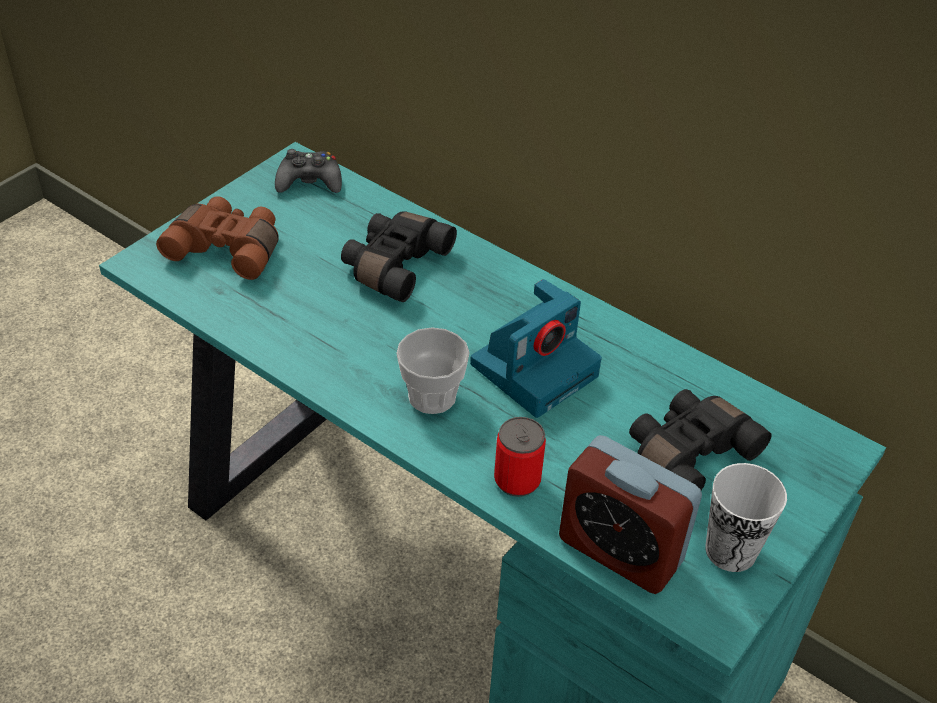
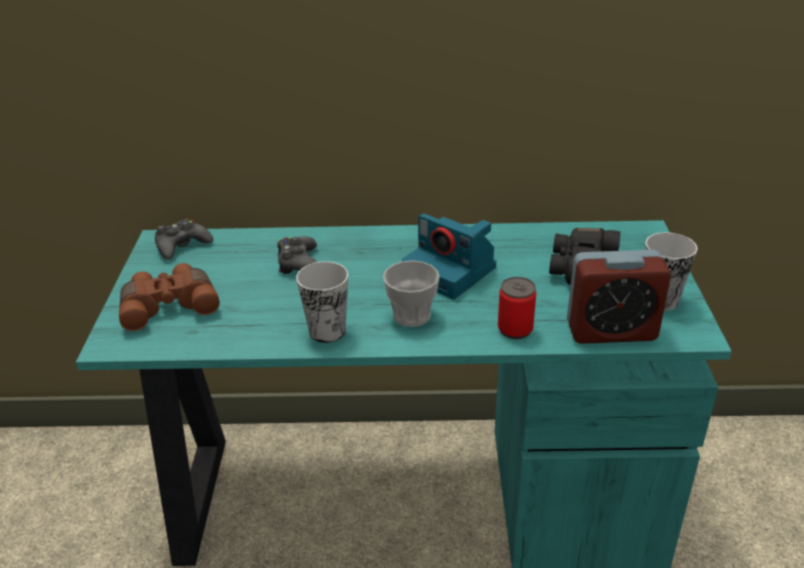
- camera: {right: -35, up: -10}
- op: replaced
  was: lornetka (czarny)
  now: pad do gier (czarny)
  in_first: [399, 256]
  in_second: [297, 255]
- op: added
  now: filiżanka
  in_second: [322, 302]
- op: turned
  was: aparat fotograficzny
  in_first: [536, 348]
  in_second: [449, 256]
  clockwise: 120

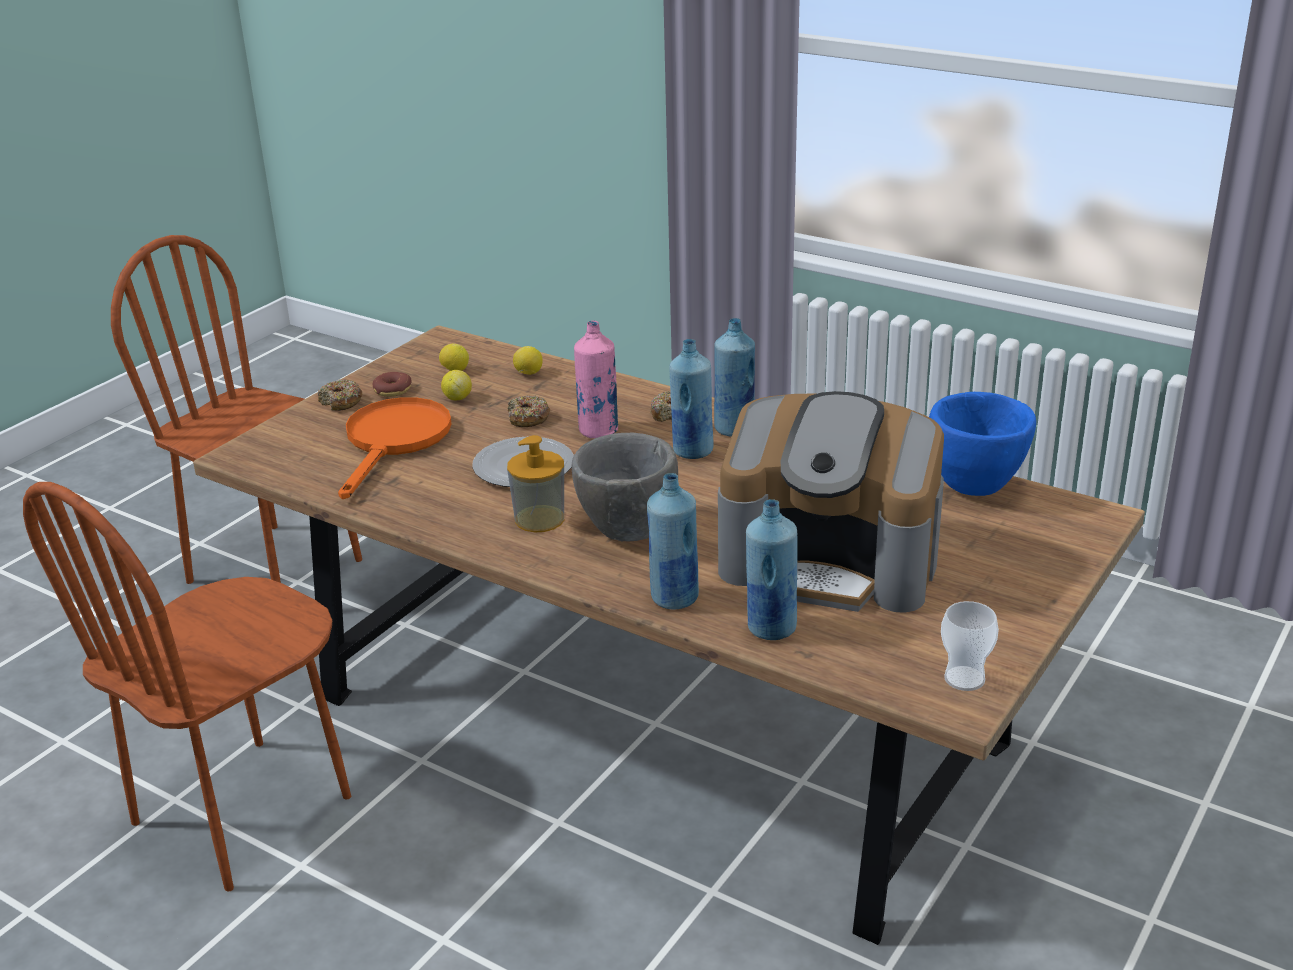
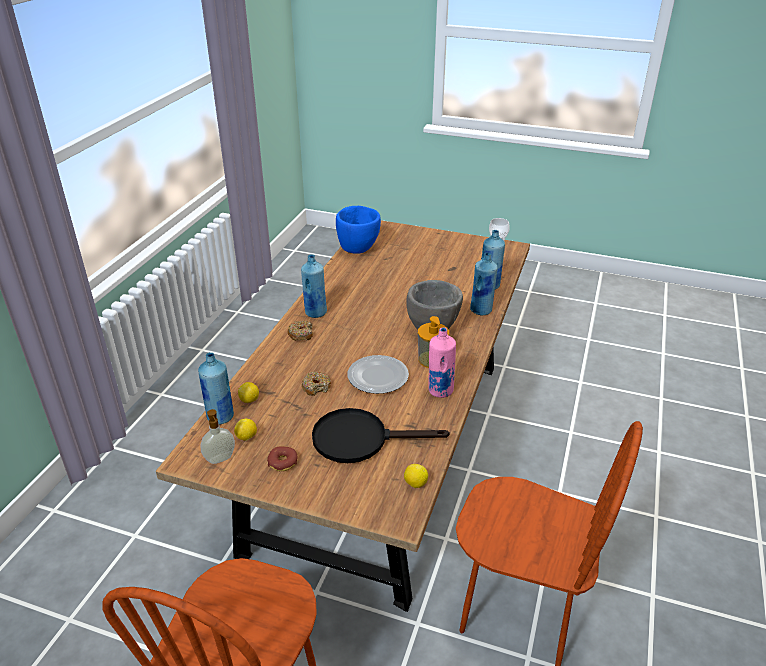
- camera: {right: -105, up: 5}
- op: moved
  was: butelka (niebieski)
  in_first: [691, 399]
  in_second: [216, 388]
- op: added
  now: dozownik mydła
  in_second: [217, 436]
- op: recoloured
  was: patelnia (pomarańczowy)
  now: patelnia (czarny)
  in_first: [395, 448]
  in_second: [381, 435]
- op: moved
  was: cytryna
  in_first: [456, 385]
  in_second: [416, 476]
- op: moved
  was: butelka (różowy)
  in_first: [596, 379]
  in_second: [442, 362]
- op: removed
  was: donut
  in_first: [340, 395]
- op: removed
  was: ekspres do kawy
  in_first: [831, 502]

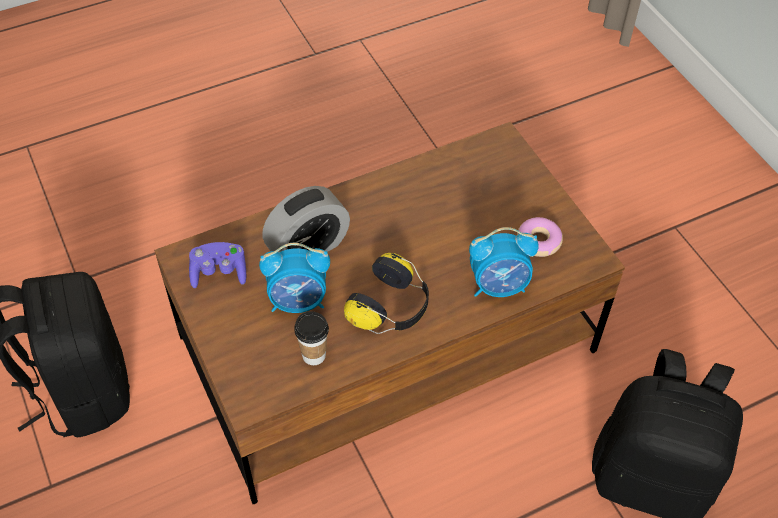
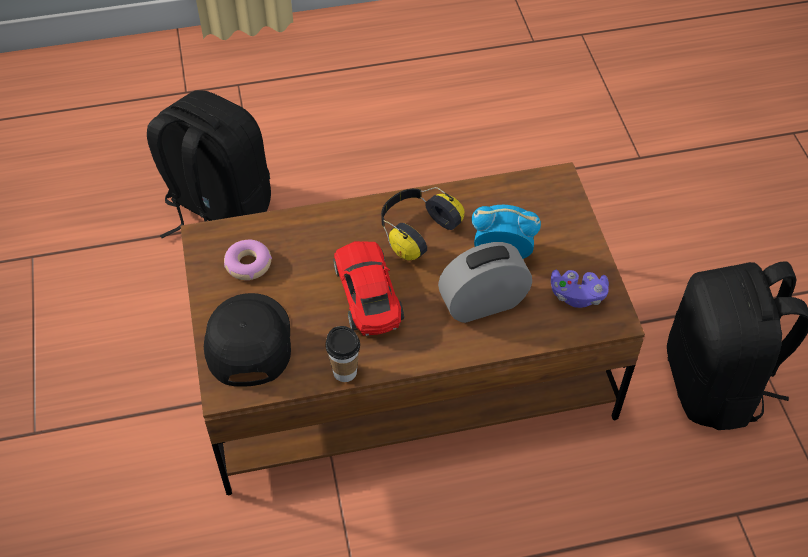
- camera: {right: -165, up: 0}
- op: added
  now: czapka z daszkiem (czarny)
  in_second: [247, 340]
- op: moved
  was: filiżanka
  in_first: [311, 338]
  in_second: [342, 354]
- op: added
  now: samochodzik (czerwony)
  in_second: [368, 288]
- op: removed
  was: budzik
  in_first: [504, 262]

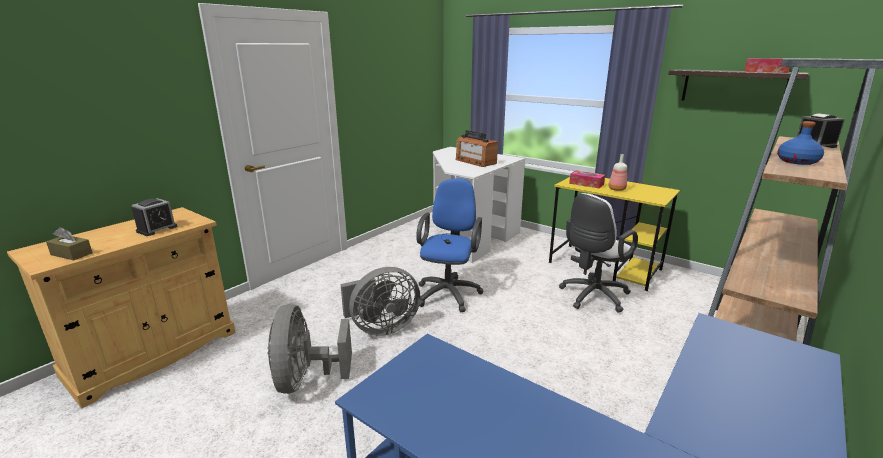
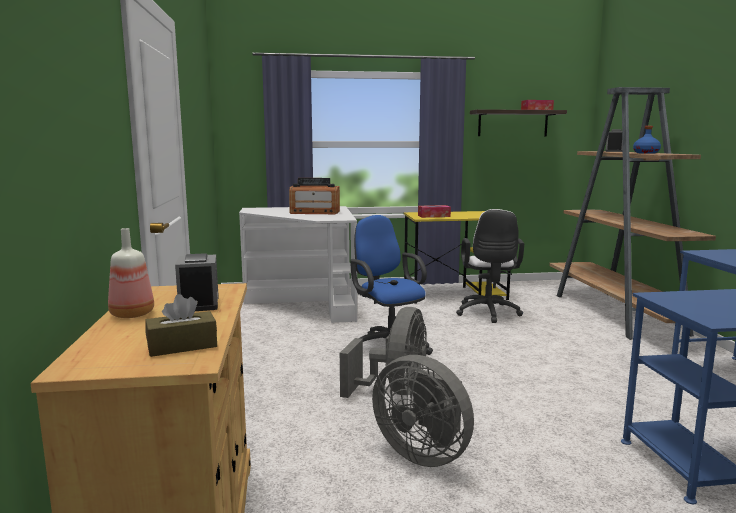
- camera: {right: -45, up: -10}
- op: moved
  was: butelka
  in_first: [617, 172]
  in_second: [131, 273]

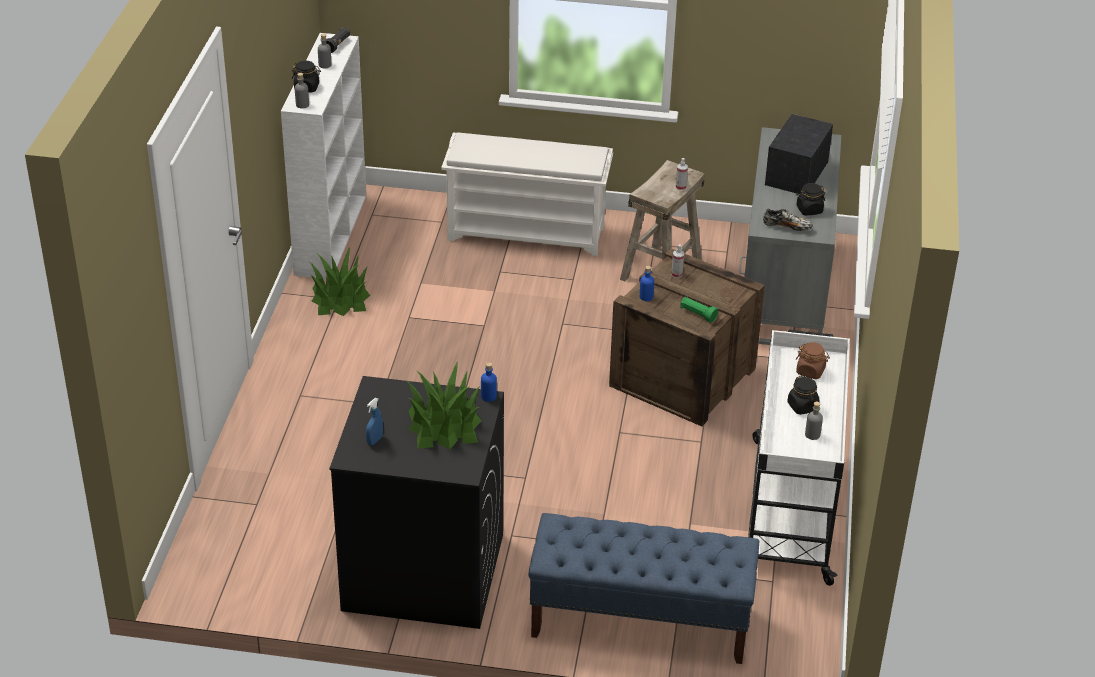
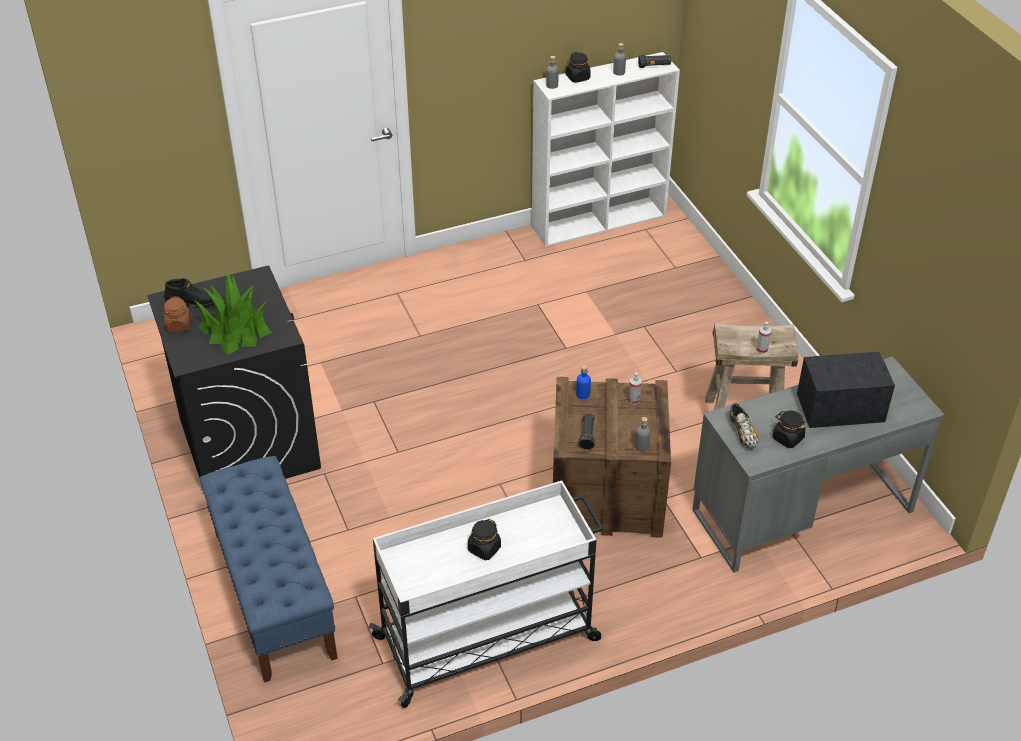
- camera: {right: 60, up: 5}
- op: replaced
  was: spryskiwacz (niebieski)
  now: but z cholewką (czarny)
  in_first: [374, 421]
  in_second: [189, 293]
- op: moved
  was: słoik (brązowy)
  in_first: [813, 360]
  in_second: [177, 314]
- op: recoloured
  was: latarka (zielony)
  now: latarka (czarny)
  in_first: [699, 310]
  in_second: [586, 431]
- op: moved
  was: butelka (szary)
  in_first: [814, 420]
  in_second: [643, 434]
- op: removed
  was: roślina doniczkowa
  in_first: [340, 281]
- op: removed
  was: regał na buty (biały)
  in_first: [527, 194]
- op: removed
  was: butelka (niebieski)
  in_first: [489, 382]

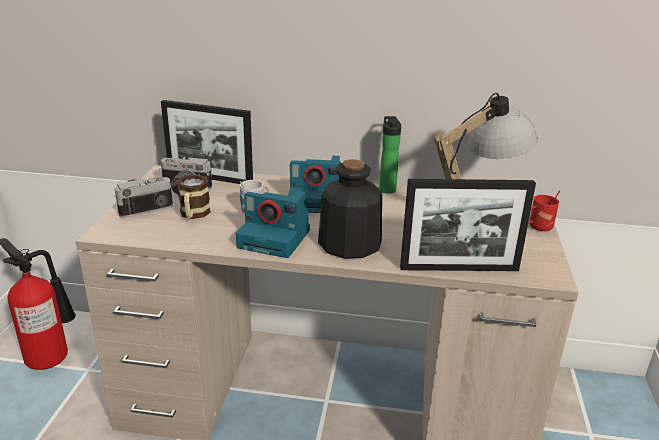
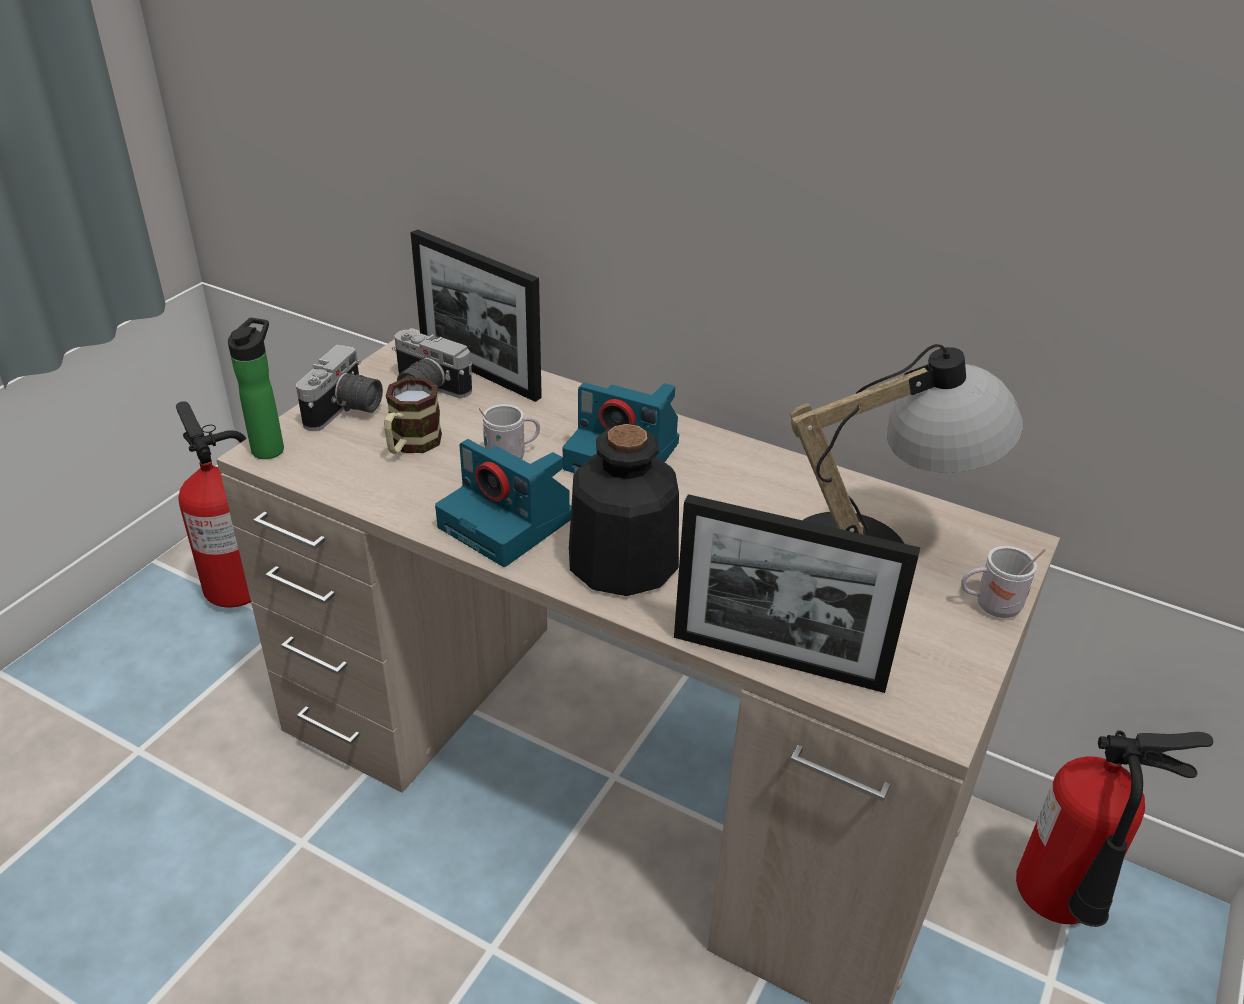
- camera: {right: 20, up: 10}
- op: moved
  was: butelka
  in_first: [390, 155]
  in_second: [256, 388]
- op: turned
  was: aparat fotograficzny
  in_first: [143, 197]
  in_second: [339, 388]
  clockwise: 120
- op: recoloured
  was: kubek (czerwony)
  now: kubek (biały)
  in_first: [544, 210]
  in_second: [1003, 582]
- op: added
  now: gaśnica
  in_second: [1114, 828]

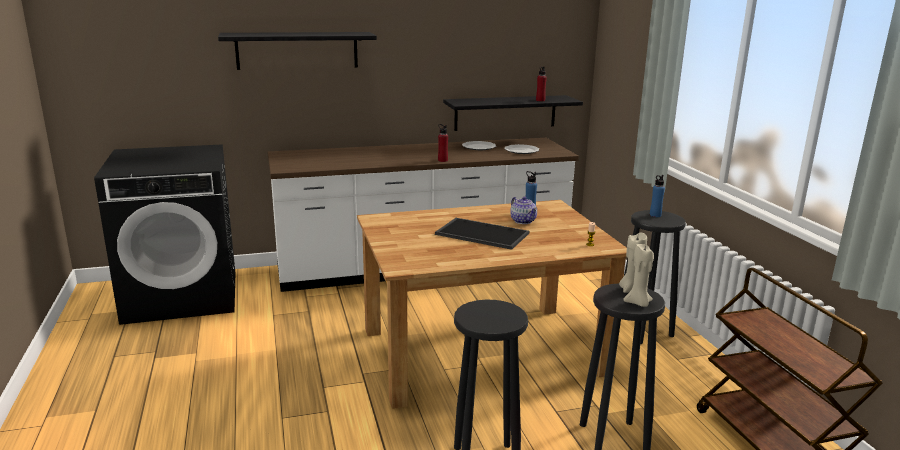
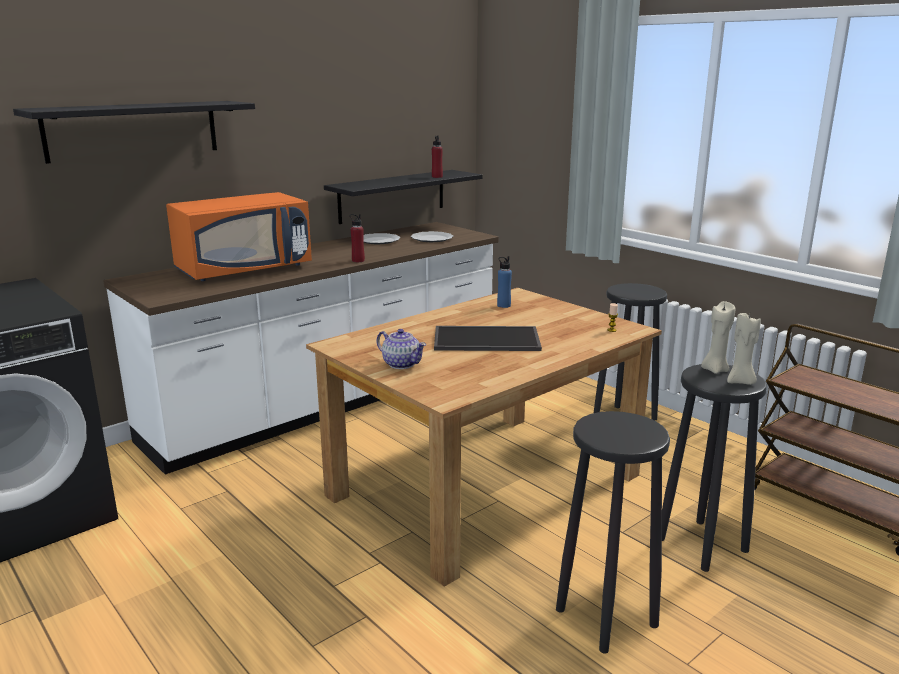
- camera: {right: -25, up: 0}
- op: added
  now: mikrofalówka (pomarańczowy)
  in_second: [239, 236]
- op: moved
  was: imbryk
  in_first: [523, 210]
  in_second: [401, 349]
- op: removed
  was: butelka (niebieski)
  in_first: [657, 196]

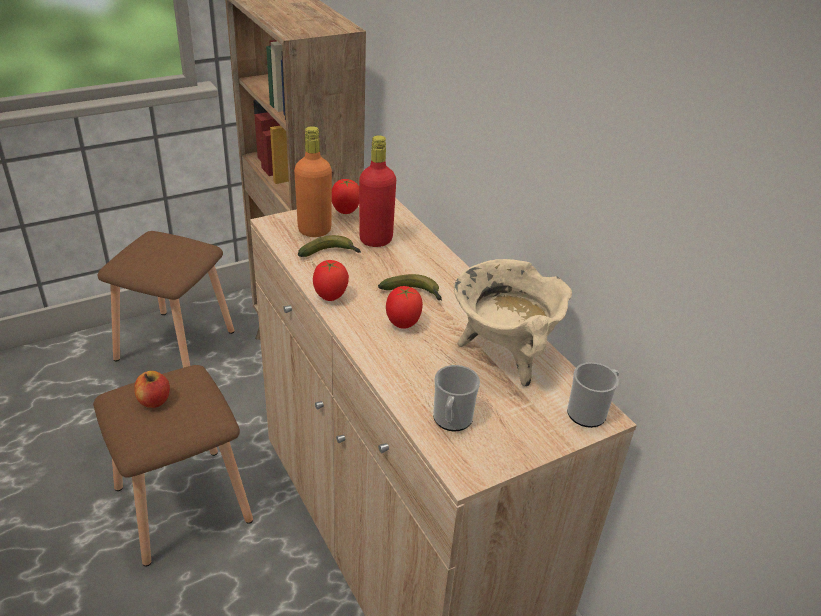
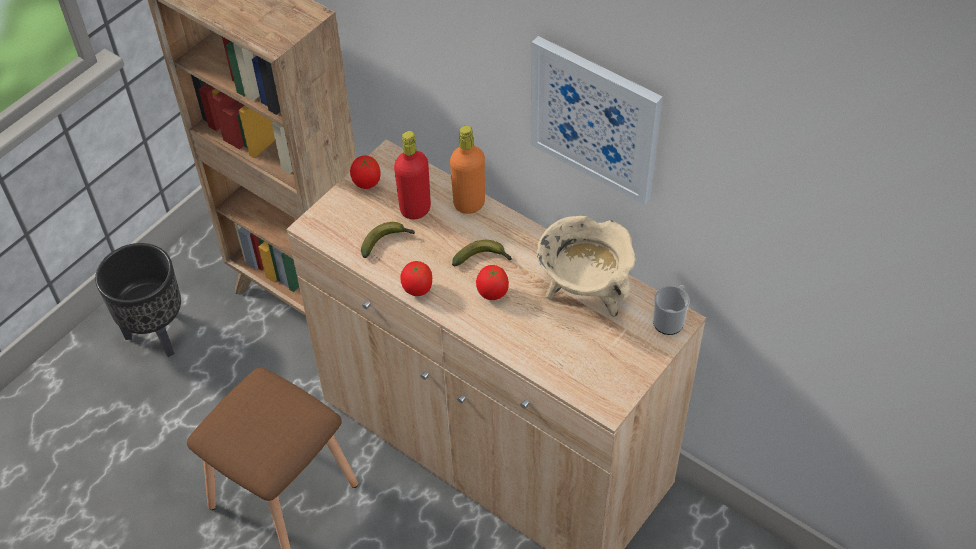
- camera: {right: -20, up: 15}
- op: replaced
  was: stołek (brązowy)
  now: donica (czarny)
  in_first: [165, 299]
  in_second: [138, 300]
- op: moved
  was: butelka (pomarańczowy)
  in_first: [313, 181]
  in_second: [467, 169]
- op: added
  now: obraz
  in_second: [597, 120]
- op: removed
  was: jabłko
  in_first: [152, 389]
- op: removed
  was: kubek
  in_first: [456, 398]

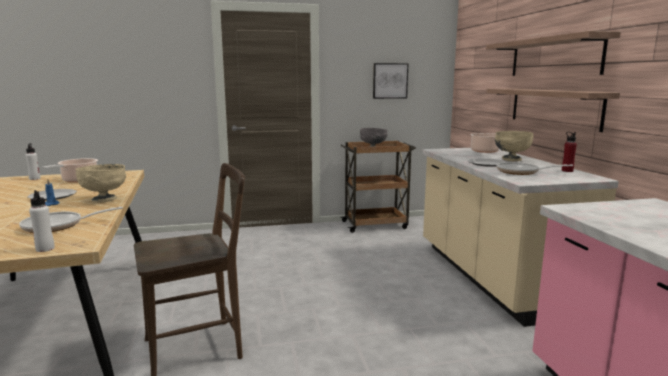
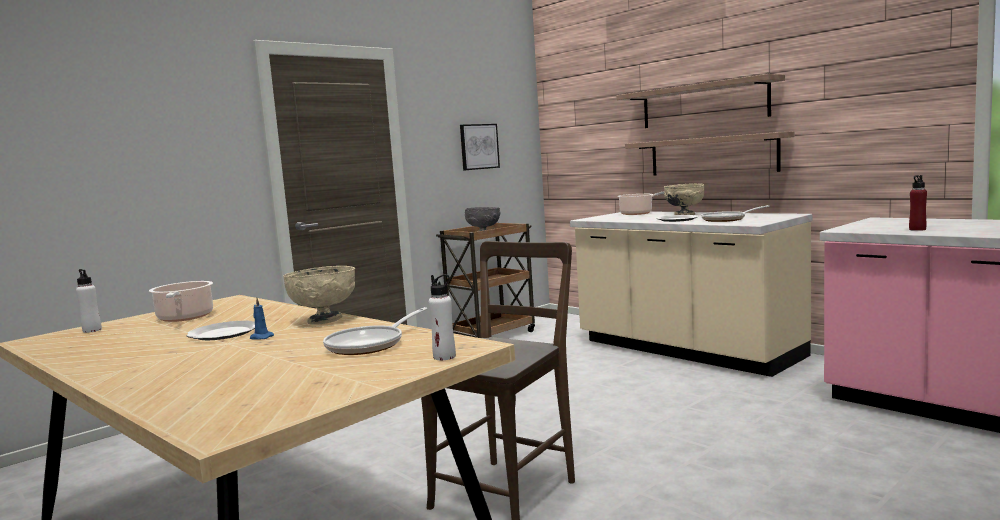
- camera: {right: -30, up: -5}
- op: moved
  was: butelka (czerwony)
  in_first: [569, 152]
  in_second: [918, 203]

